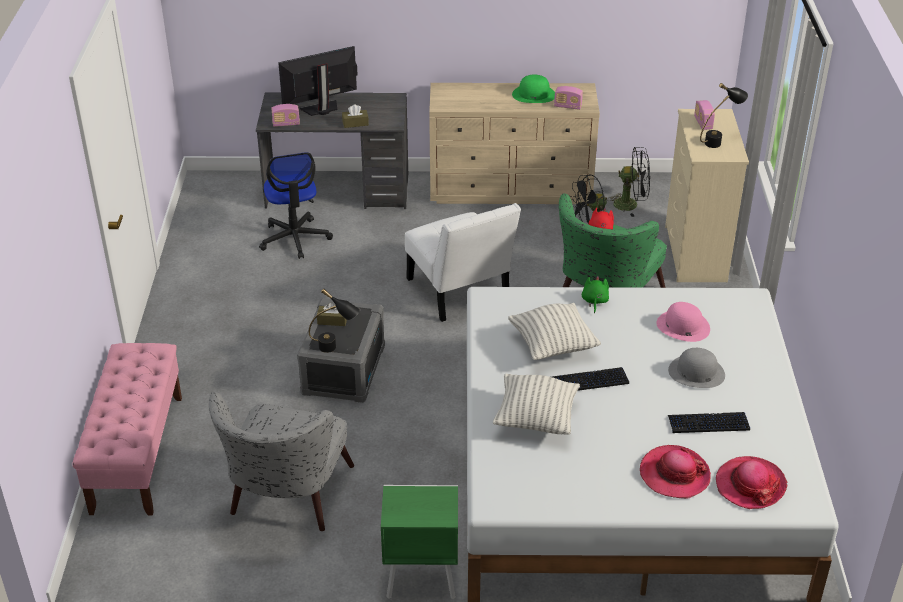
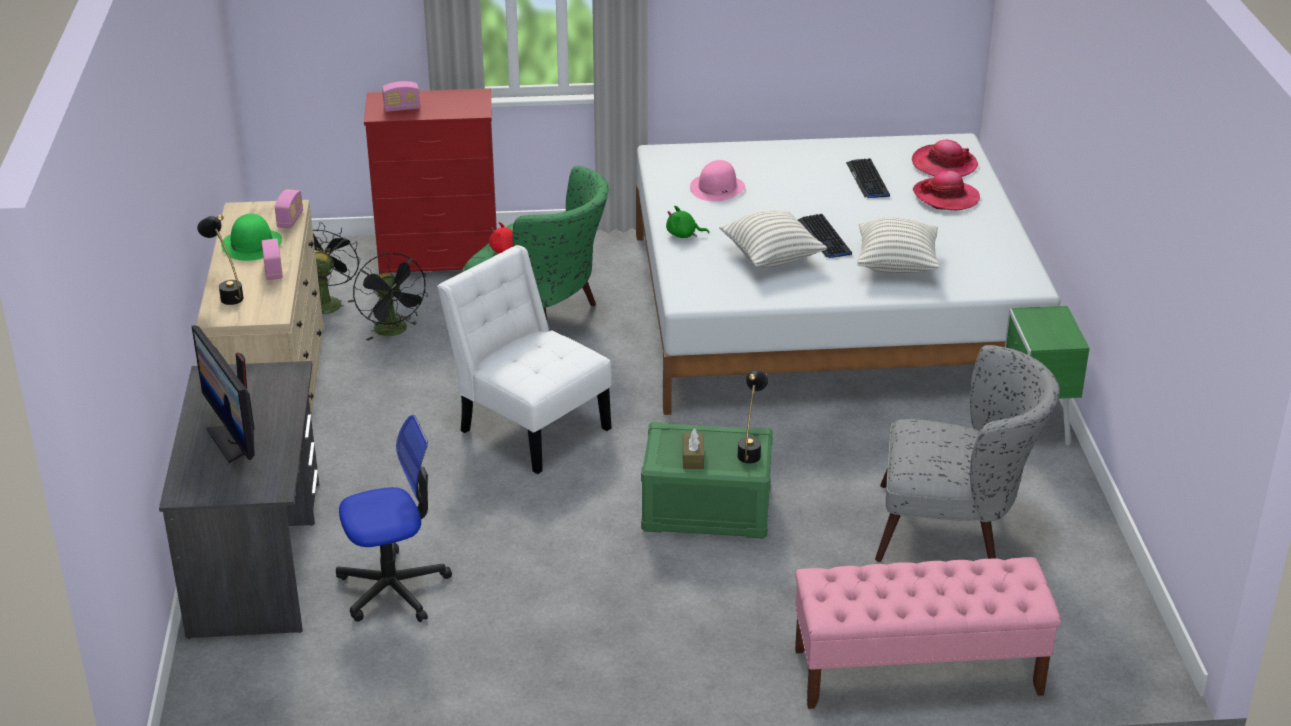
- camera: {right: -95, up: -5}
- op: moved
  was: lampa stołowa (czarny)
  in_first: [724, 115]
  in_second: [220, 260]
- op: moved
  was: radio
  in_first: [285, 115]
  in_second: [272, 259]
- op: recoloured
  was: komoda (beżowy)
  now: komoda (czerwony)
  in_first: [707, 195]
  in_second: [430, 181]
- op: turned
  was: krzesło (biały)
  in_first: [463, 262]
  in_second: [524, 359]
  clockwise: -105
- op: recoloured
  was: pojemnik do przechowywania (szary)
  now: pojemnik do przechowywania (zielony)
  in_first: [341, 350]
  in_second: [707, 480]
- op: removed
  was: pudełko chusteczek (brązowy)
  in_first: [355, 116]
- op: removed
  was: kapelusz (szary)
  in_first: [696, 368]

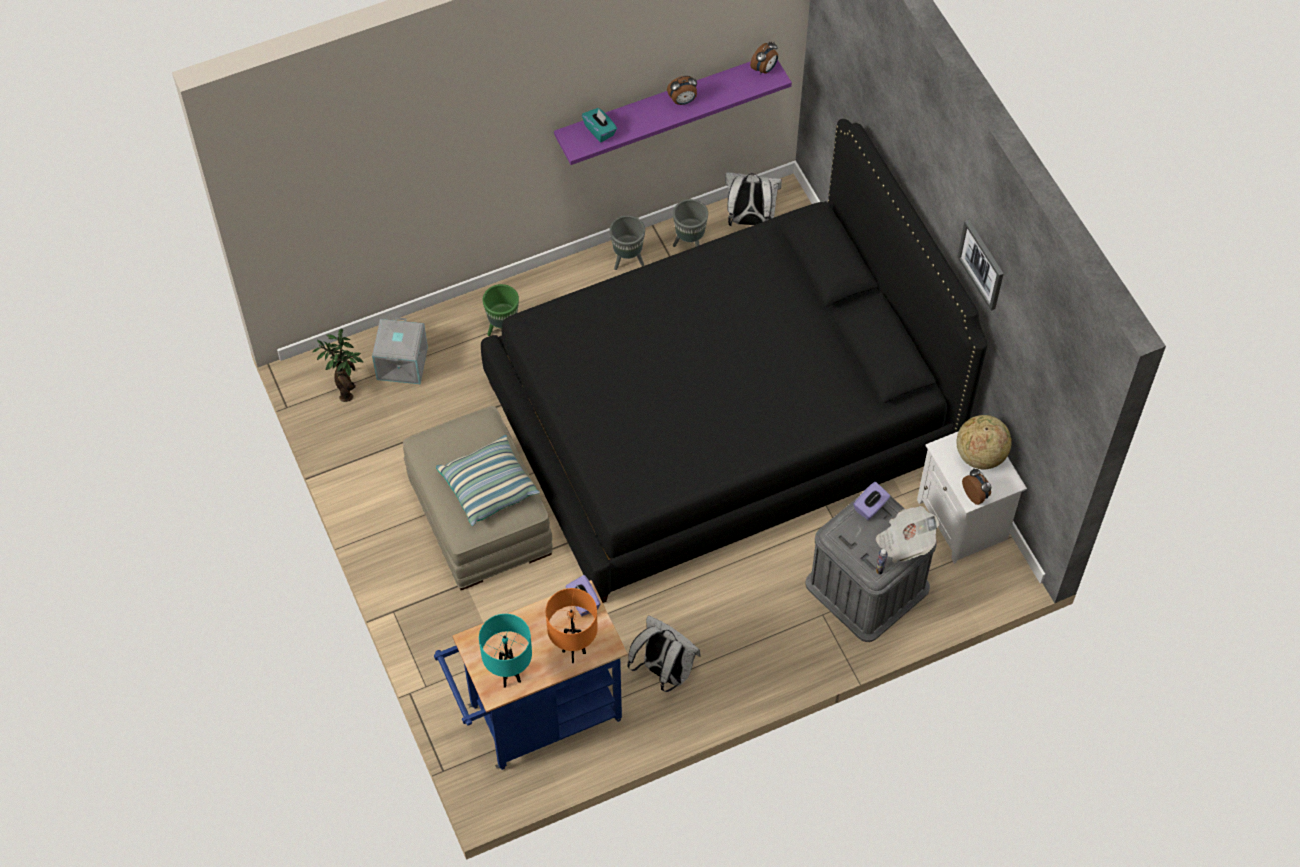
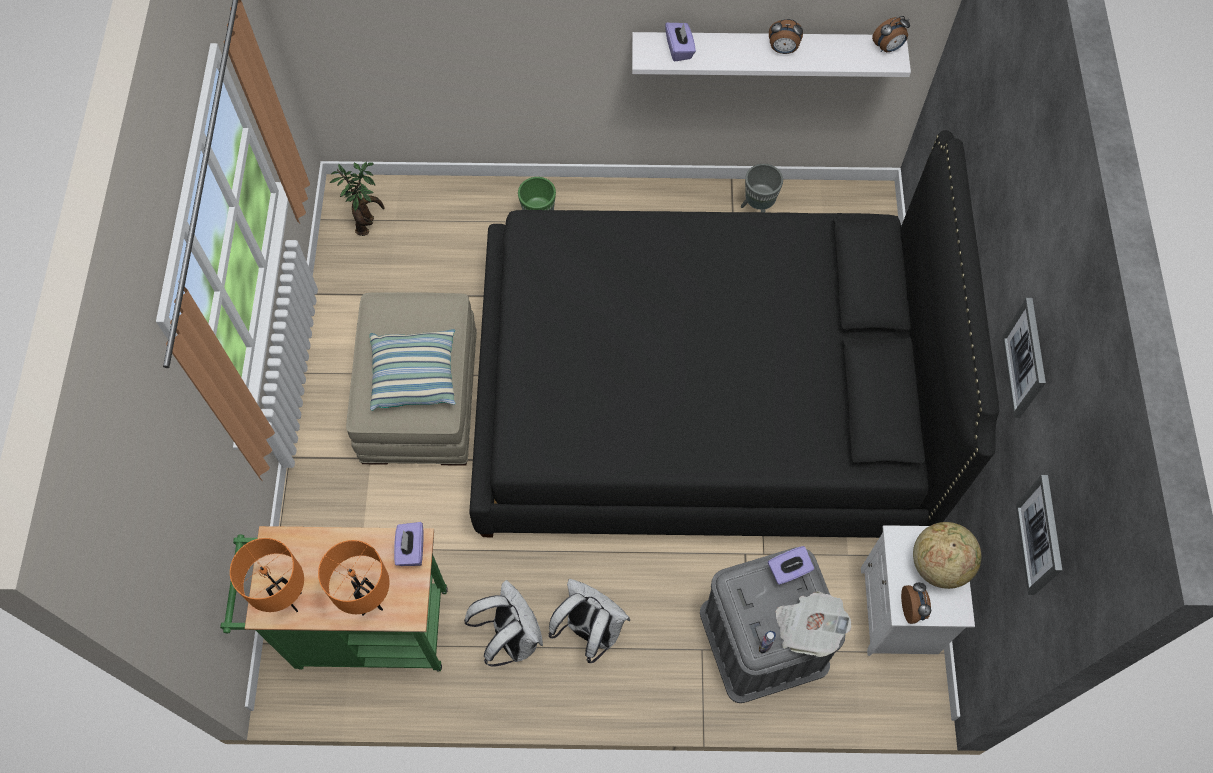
- camera: {right: 25, up: 5}
- op: recoloured
  was: wózek (niebieski)
  now: wózek (zielony)
  in_first: [531, 675]
  in_second: [334, 598]
- op: recoloured
  was: lampa stołowa (turkusowy)
  now: lampa stołowa (pomarańczowy)
  in_first: [505, 651]
  in_second: [267, 575]
- op: moved
  was: plecak (biały)
  in_first: [753, 199]
  in_second: [589, 621]
- op: recoloured
  was: półka (fioletowy)
  now: półka (biały)
  in_first: [673, 112]
  in_second: [771, 54]
- op: recoloured
  was: pudełko chusteczek (turkusowy)
  now: pudełko chusteczek (fioletowy)
  in_first: [599, 125]
  in_second: [680, 42]
- op: added
  now: obraz
  in_second: [1039, 535]
- op: removed
  was: pojemnik do przechowywania (szary)
  in_first: [400, 350]
- op: removed
  was: donica (szary)
  in_first: [627, 242]

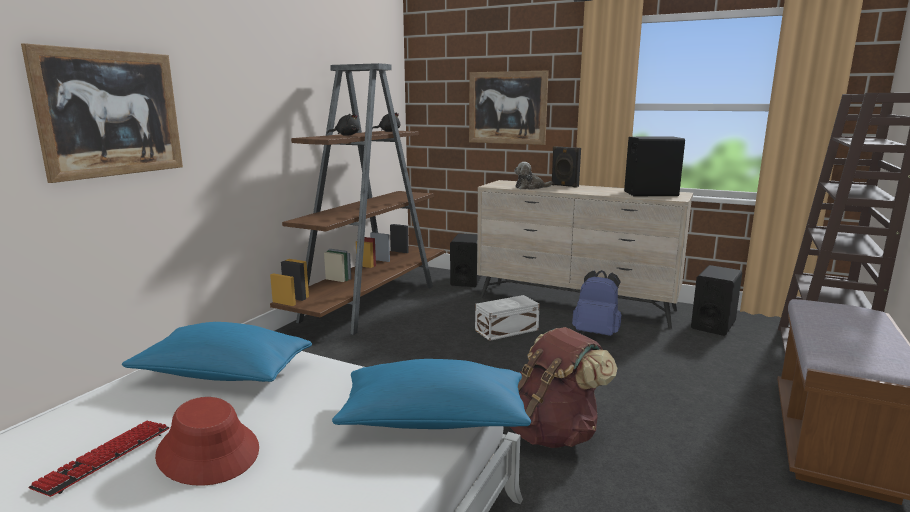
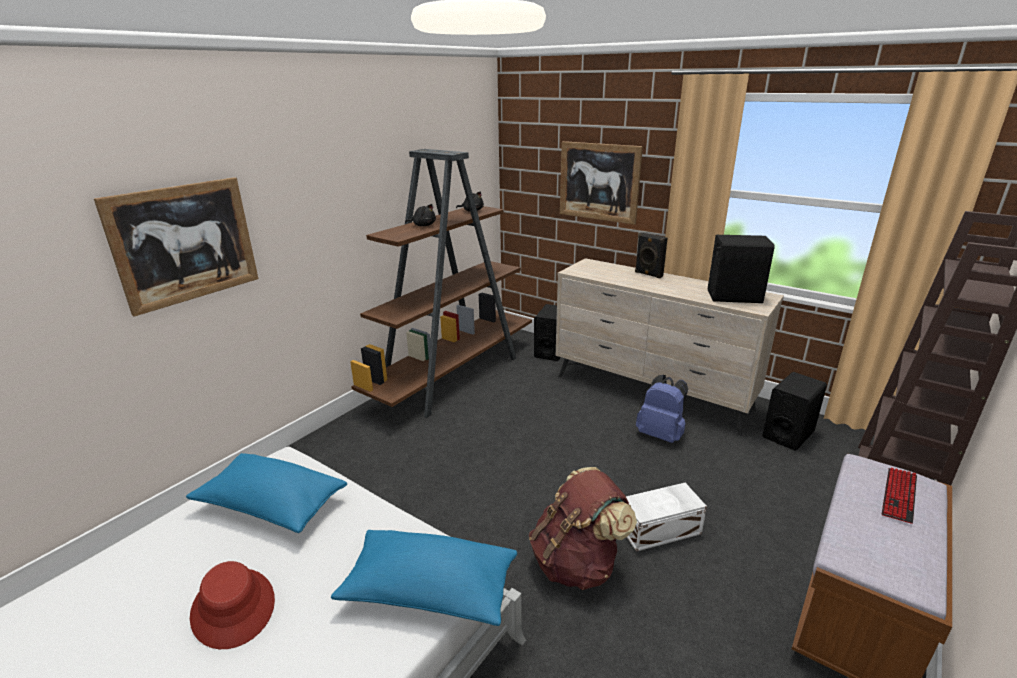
- camera: {right: 10, up: 10}
- op: moved
  was: pojemnik do przechowywania (biały)
  in_first: [507, 318]
  in_second: [666, 517]
- op: moved
  was: klawiatura
  in_first: [98, 458]
  in_second: [899, 495]
- op: removed
  was: pluszak
  in_first: [533, 175]

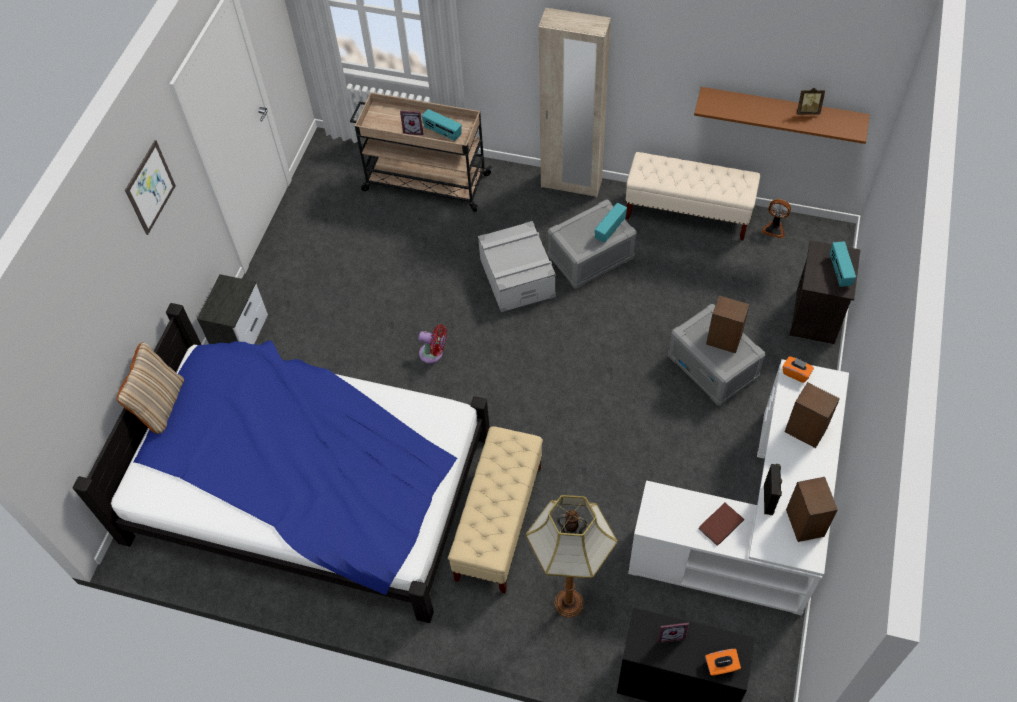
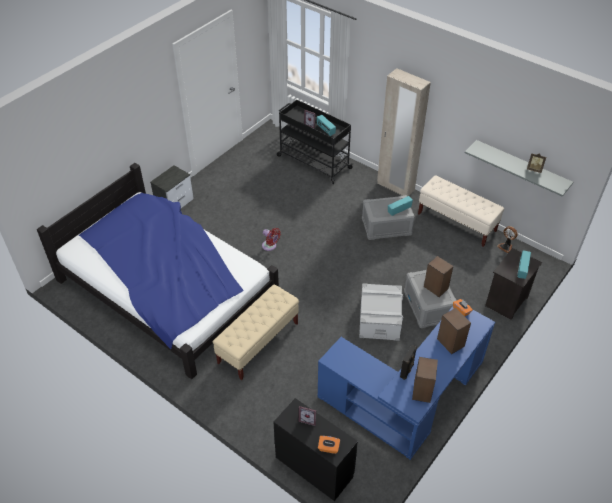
- camera: {right: 20, up: -10}
- op: recoloured
  was: wózek (beżowy)
  now: wózek (czarny)
  in_first: [421, 152]
  in_second: [315, 142]
- op: recoloured
  was: biurko (biały)
  now: biurko (niebieski)
  in_first: [738, 487]
  in_second: [406, 383]
- op: moved
  was: pojemnik do przechowywania (szary)
  in_first: [517, 266]
  in_second: [381, 312]
- op: recoloured
  was: półka (brązowy)
  now: półka (szary)
  in_first: [782, 115]
  in_second: [519, 168]
- op: removed
  was: poduszka (beżowy)
  in_first: [150, 388]
- op: removed
  was: obraz
  in_first: [150, 187]
- op: removed
  was: lampa stojąca
  in_first: [571, 556]
- op: removed
  was: książka (brązowy)
  in_first: [721, 524]

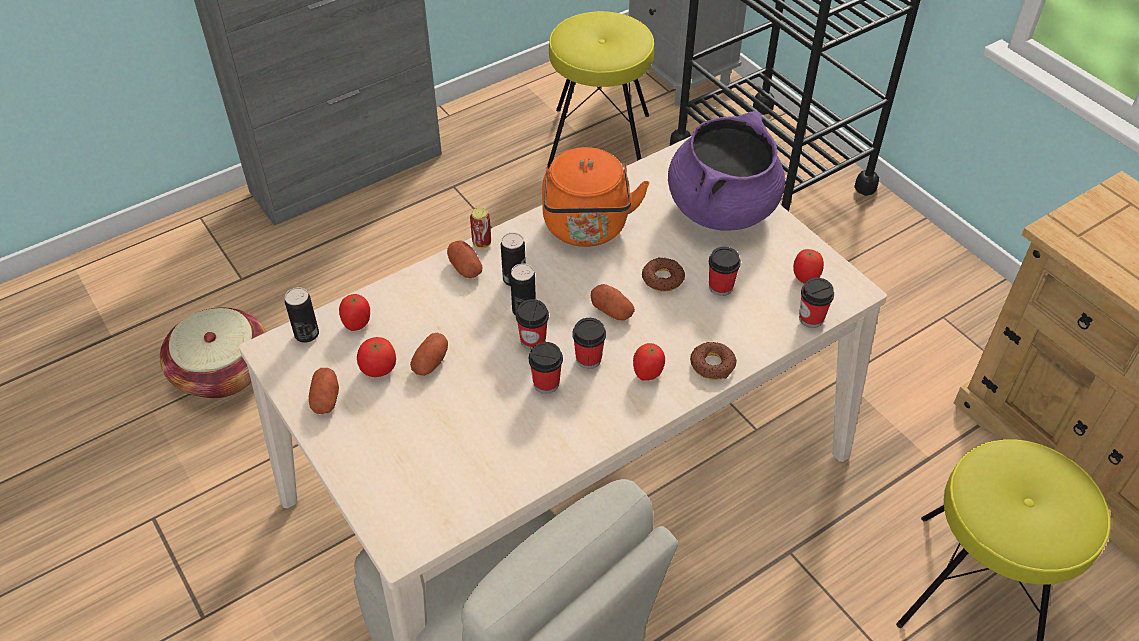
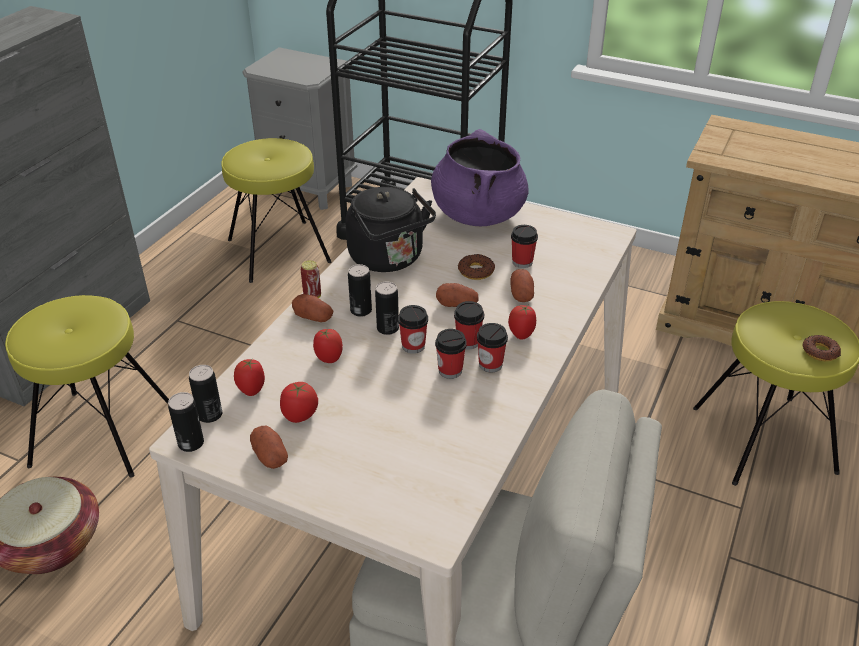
- camera: {right: -30, up: -10}
- op: added
  now: stołek (żółty)
  in_second: [87, 386]
- op: added
  now: puszka
  in_second: [186, 422]
- op: moved
  was: pomidor
  in_first: [808, 266]
  in_second: [328, 346]
- op: recoloured
  was: czajnik (pomarańczowy)
  now: czajnik (czarny)
  in_first: [595, 197]
  in_second: [390, 229]
- op: moved
  was: filiżanka
  in_first: [816, 303]
  in_second: [492, 348]
- op: moved
  was: ziemniak
  in_first: [429, 354]
  in_second: [522, 285]
- op: moved
  was: donut
  in_first: [713, 360]
  in_second: [821, 348]

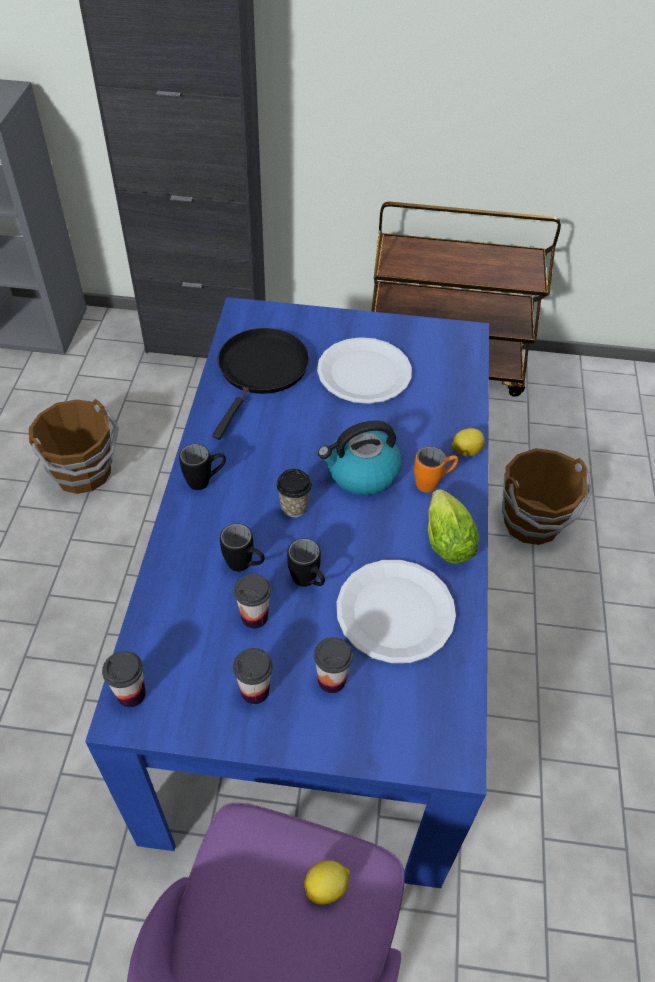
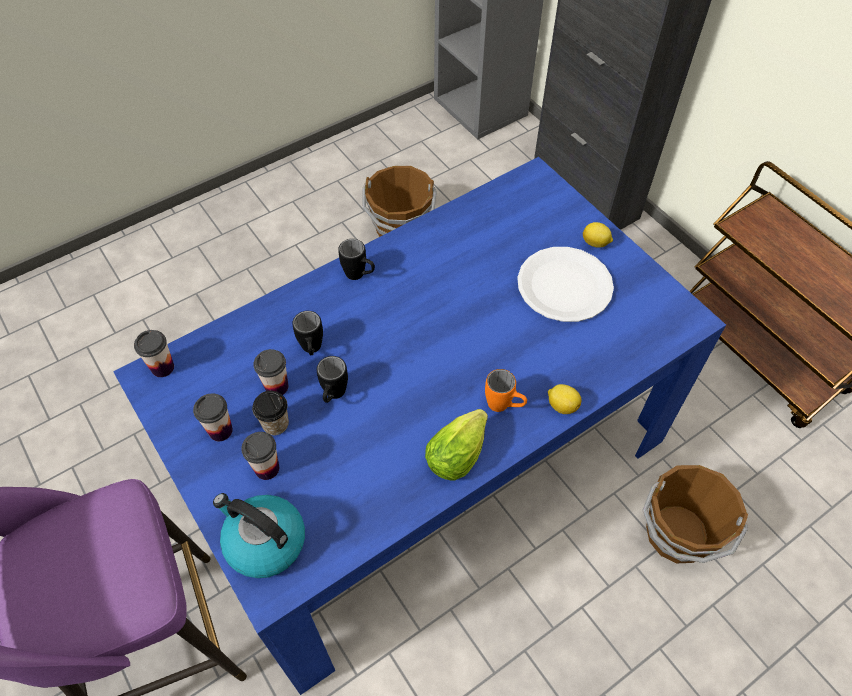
- camera: {right: 50, up: 5}
- op: moved
  was: czajnik
  in_first: [360, 458]
  in_second: [259, 535]
- op: moved
  was: filiżanka
  in_first: [294, 493]
  in_second: [270, 413]
- op: moved
  was: cytryna
  in_first: [327, 882]
  in_second: [598, 235]
- op: removed
  was: patelnia (czarny)
  in_first: [260, 383]
- op: removed
  was: talerz (biały)
  in_first: [396, 611]

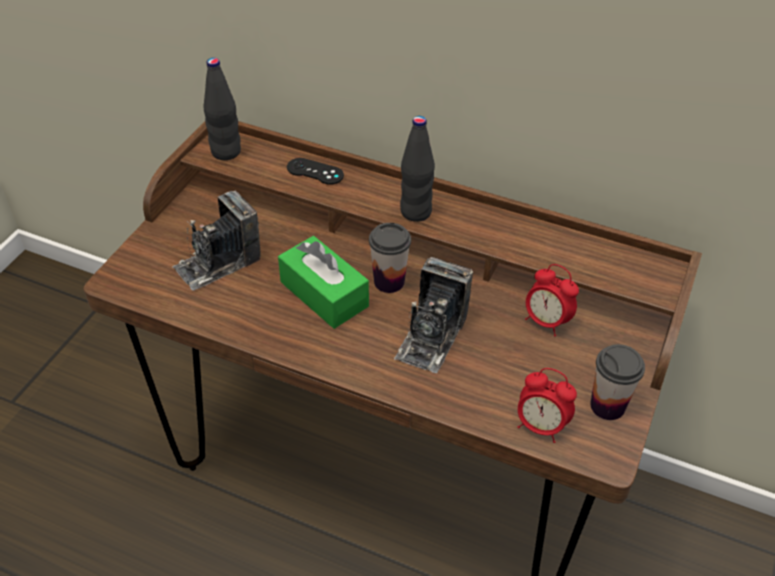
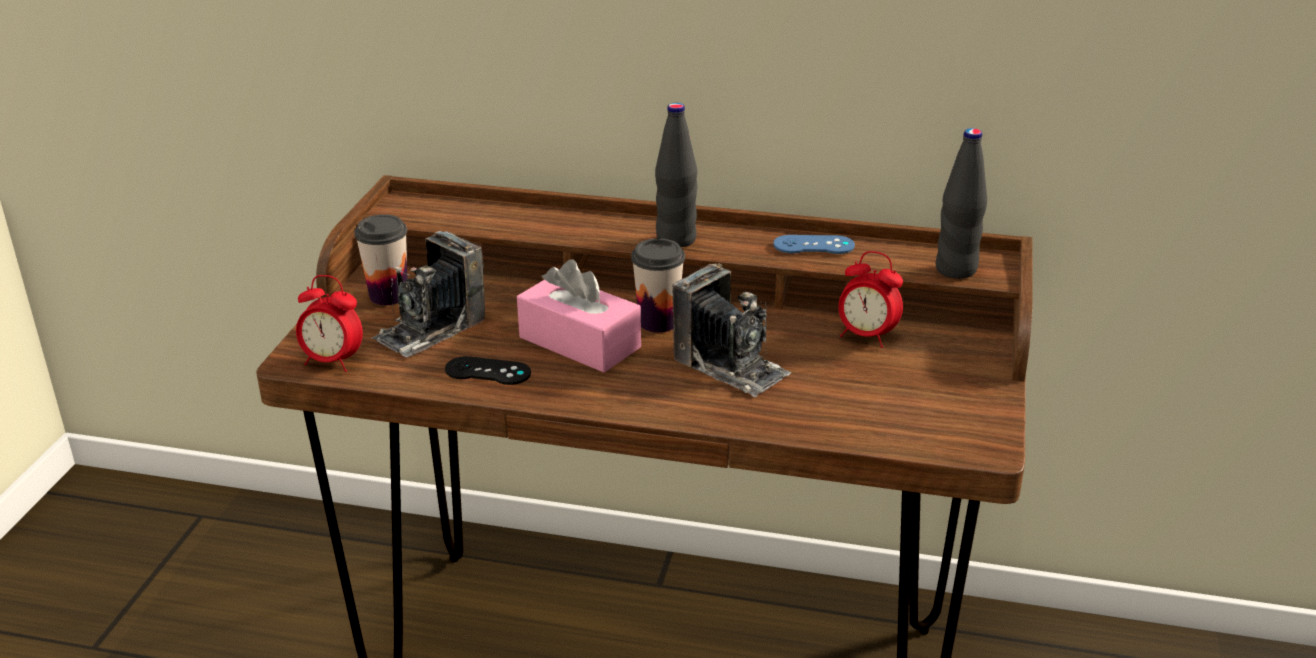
- camera: {right: -10, up: -15}
- op: moved
  was: budzik
  in_first: [547, 405]
  in_second: [329, 323]
- op: moved
  was: filiżanka
  in_first: [617, 382]
  in_second: [380, 259]
- op: moved
  was: pad do gier (czarny)
  in_first: [315, 171]
  in_second: [488, 370]
- op: recoloured
  was: pudełko chusteczek (zielony)
  now: pudełko chusteczek (różowy)
  in_first: [323, 282]
  in_second: [579, 316]
- op: turned
  was: aparat fotograficzny
  in_first: [433, 315]
  in_second: [732, 330]
  clockwise: -60
- op: added
  now: pad do gier (niebieski)
  in_second: [814, 244]
- op: moved
  was: butelka (czarny)
  in_first: [222, 109]
  in_second: [961, 203]

